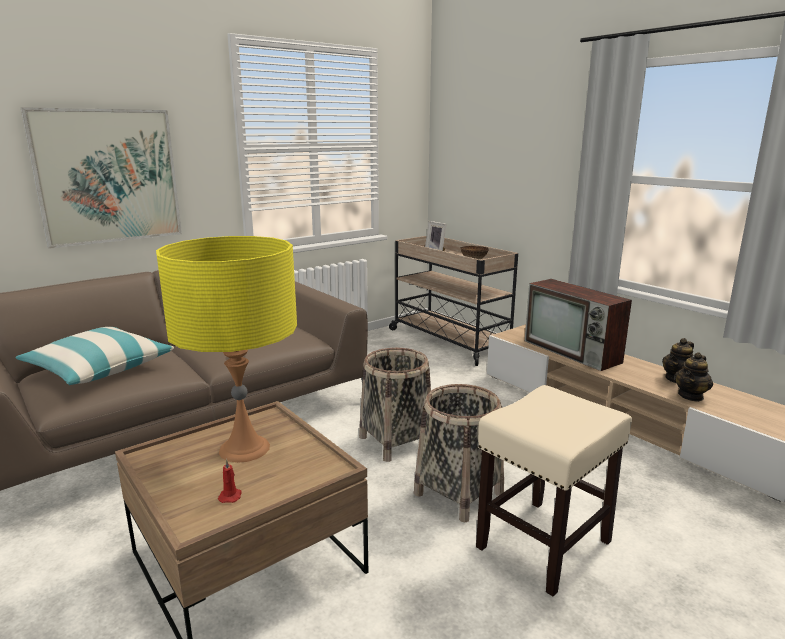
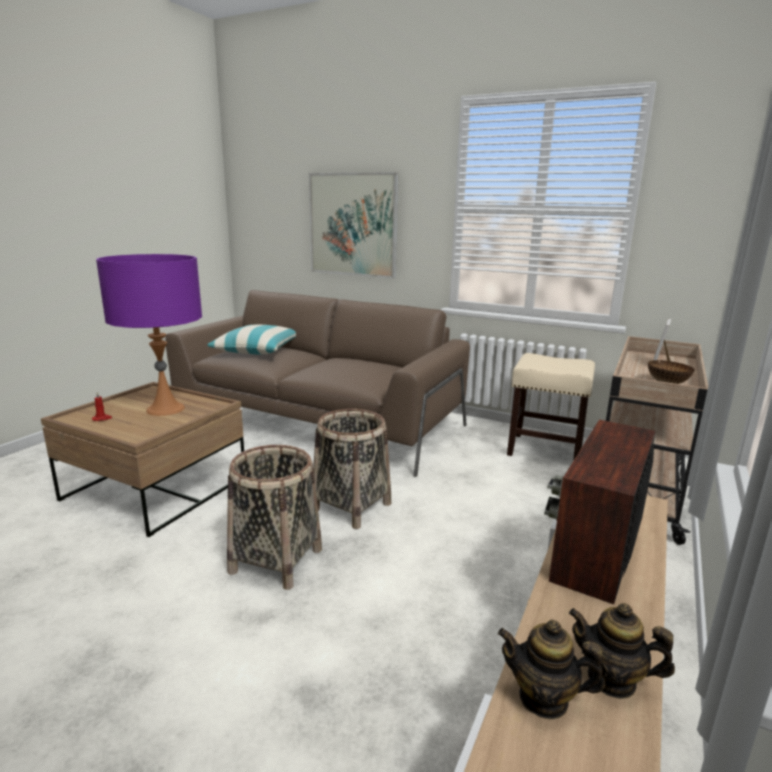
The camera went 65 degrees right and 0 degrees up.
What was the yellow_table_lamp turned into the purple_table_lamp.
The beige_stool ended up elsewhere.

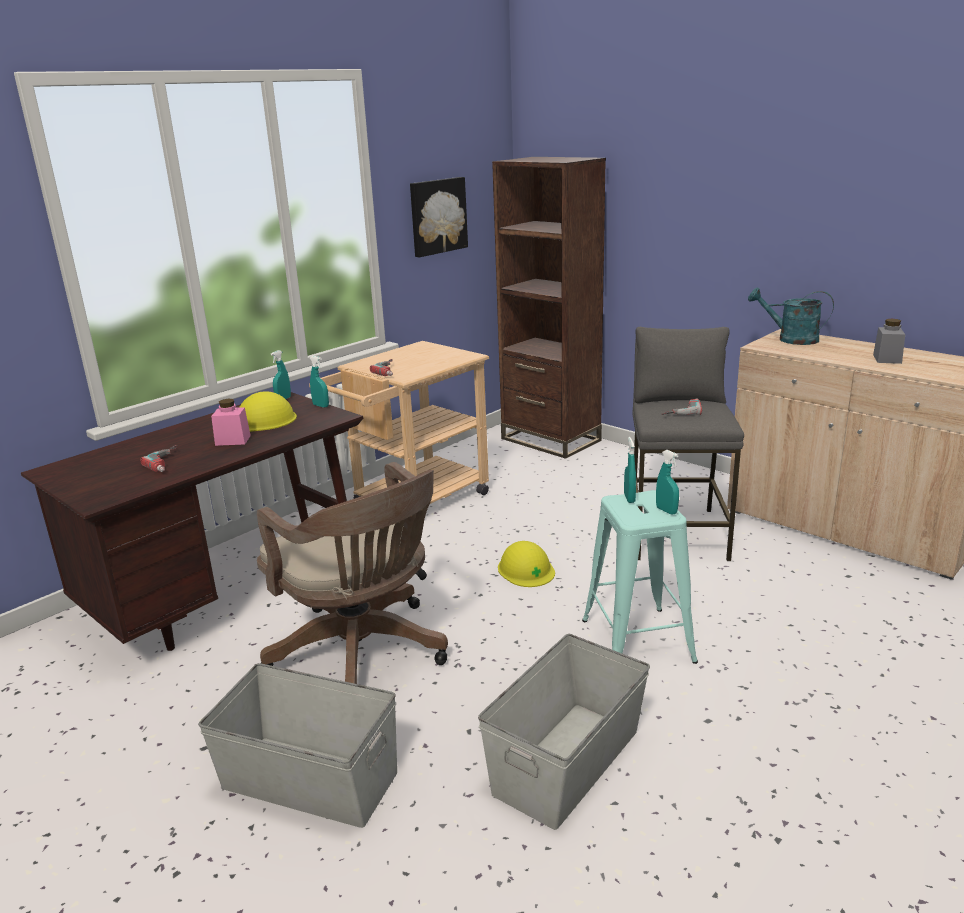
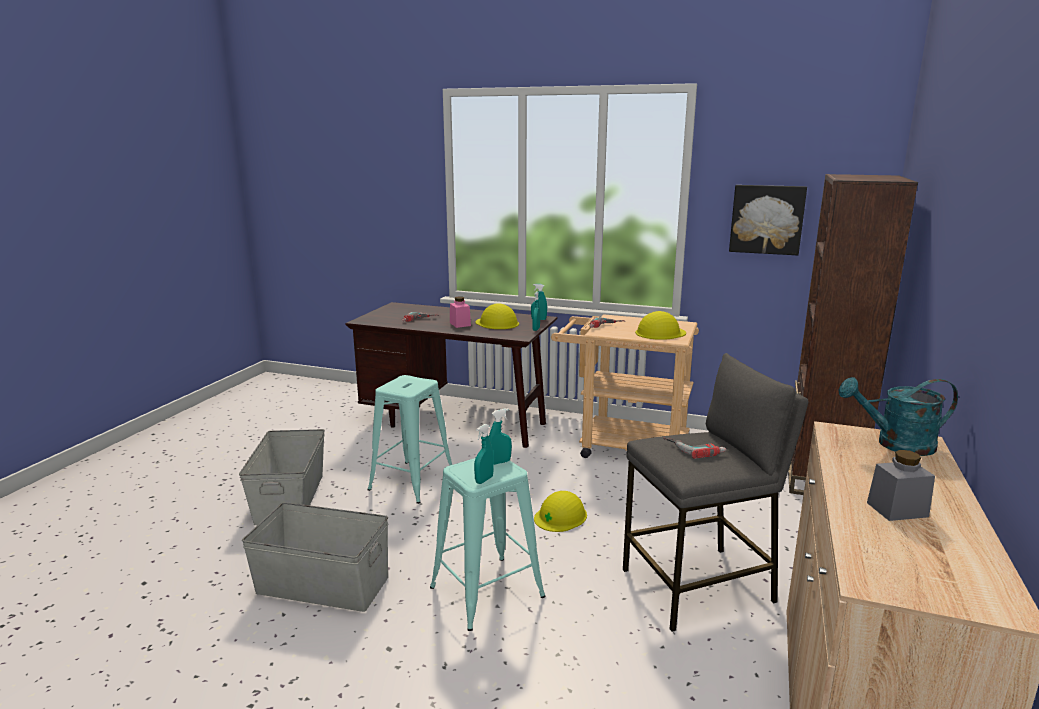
The camera went 65 degrees right and 5 degrees down.
Where the brown_office_chair stood, the turquoise_stool (1st from left) came to stand.
The turquoise_watering_can ended up facing another way, 90 degrees counterclockwise from before.
The second view gained the yellow_hard_hat (3rd from left).

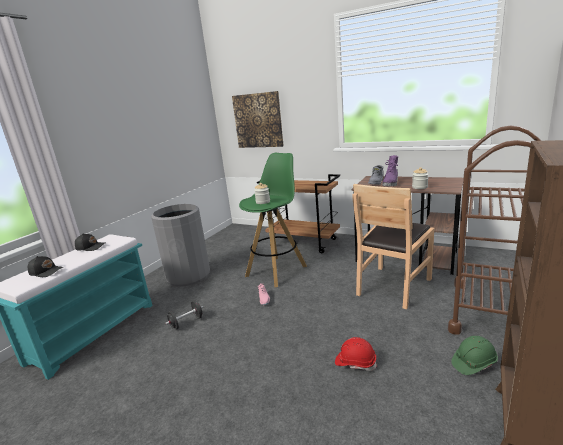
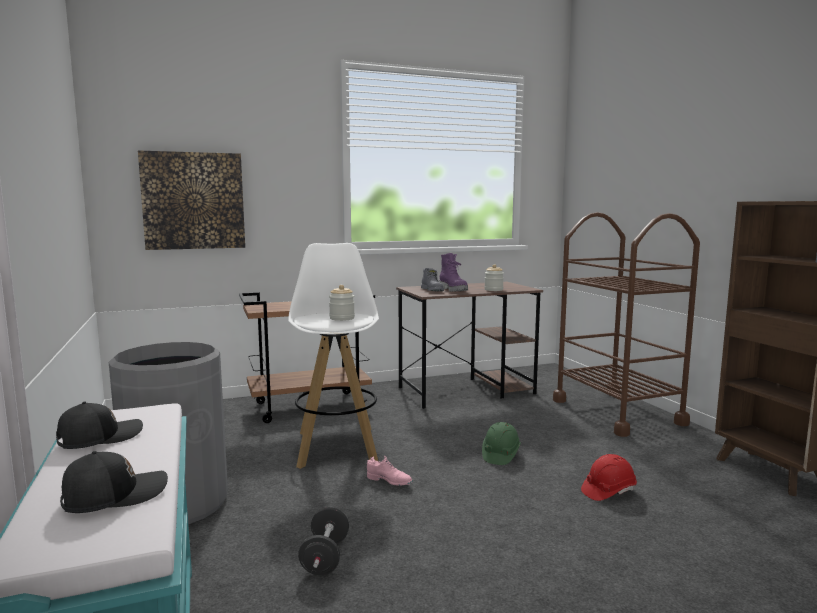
The camera went 50 degrees left and 10 degrees down.
What was the green_stool turned into the white_stool.
The second view lost the brown_chair.
The green_hard_hat ended up elsewhere.

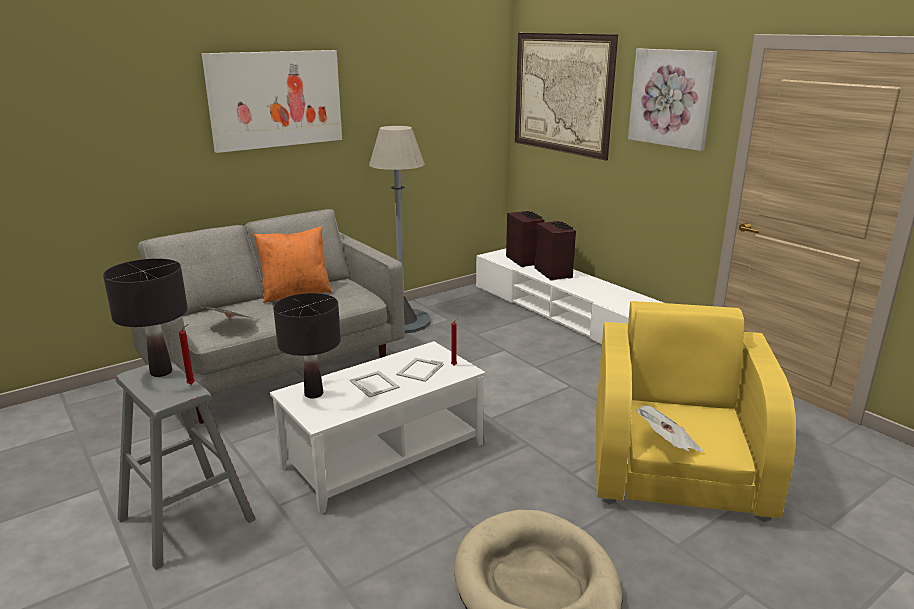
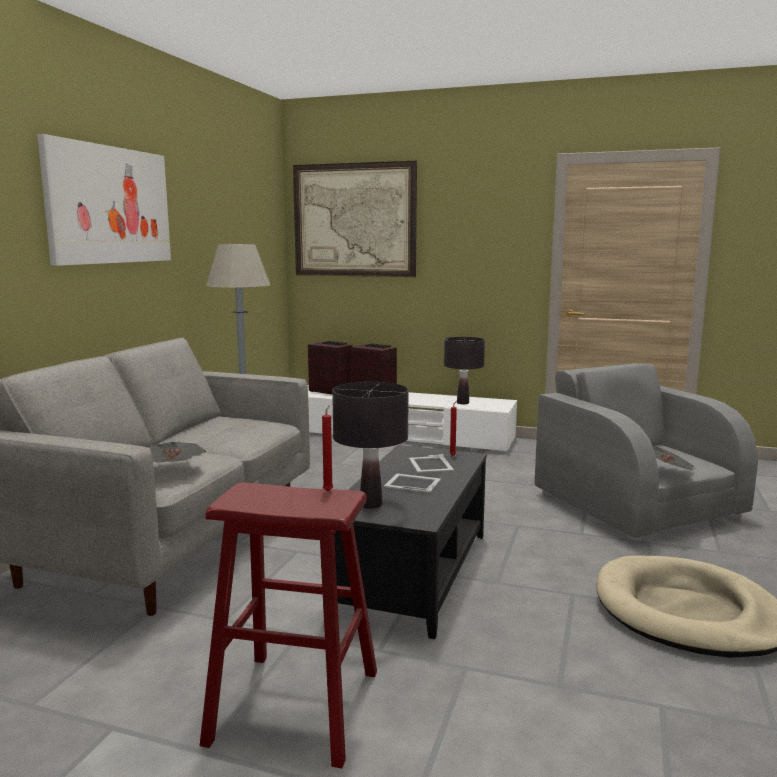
The camera went 35 degrees left and 10 degrees down.
The black_table_lamp (1st from left in the first image) ended up elsewhere.
What was the grey_stool turned into the red_stool.
The second view lost the orange_pillow.
What was the white_coffee_table turned into the black_coffee_table.
What was the yellow_armchair turned into the grey_armchair.
The second view lost the picture (3rd from left).

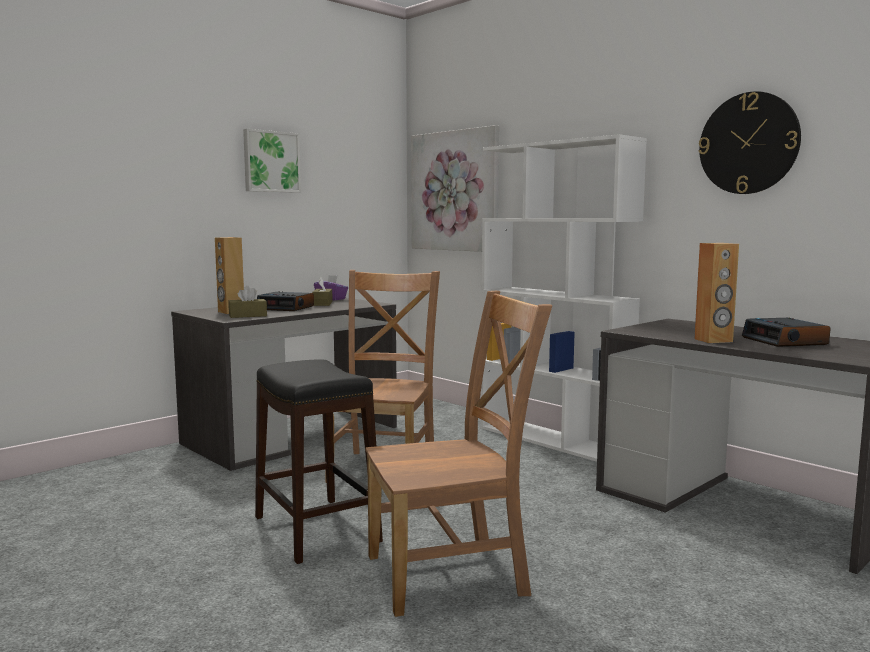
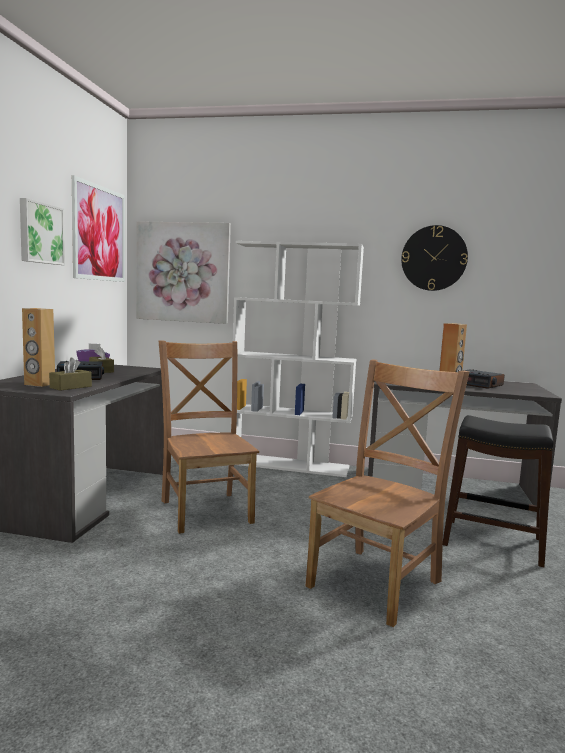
The camera went 35 degrees left and 0 degrees up.
The black_stool ended up elsewhere.
The second view gained the picture (2nd from left).

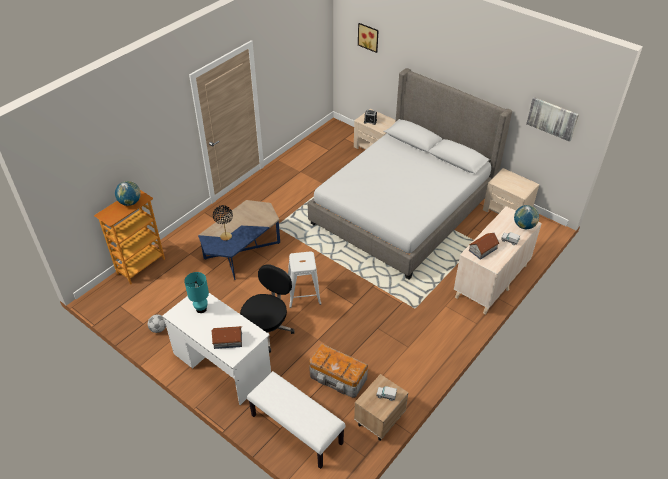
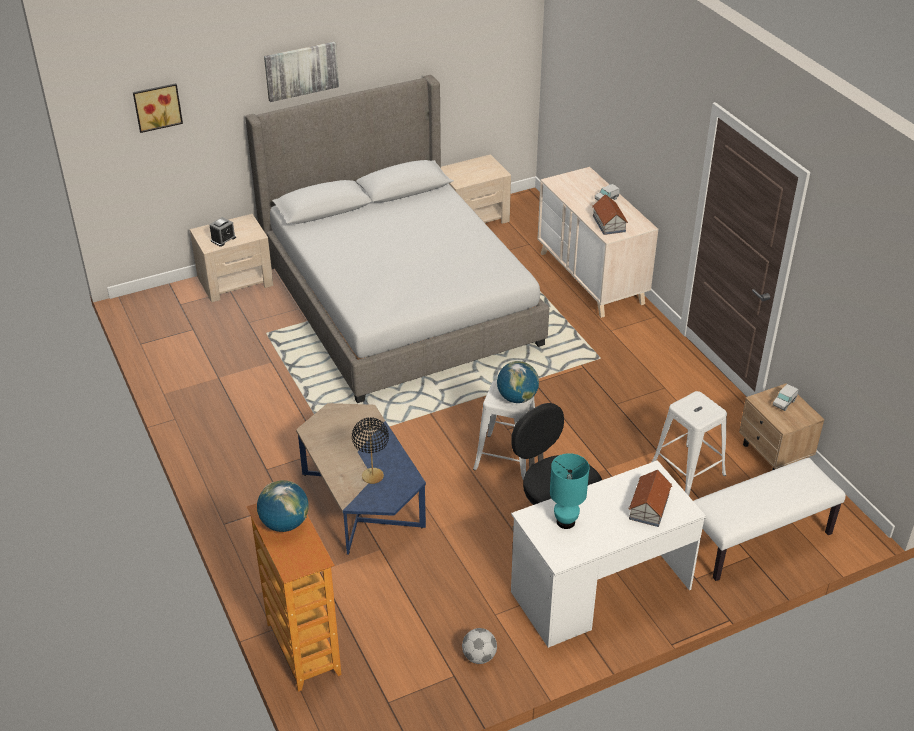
The camera went 65 degrees left and 5 degrees down.
Where the storage_box stood, the white_stool (2nd from left) came to stand.
The globe (2nd from left) ended up elsewhere.
The picture (2nd from left) ended up elsewhere.

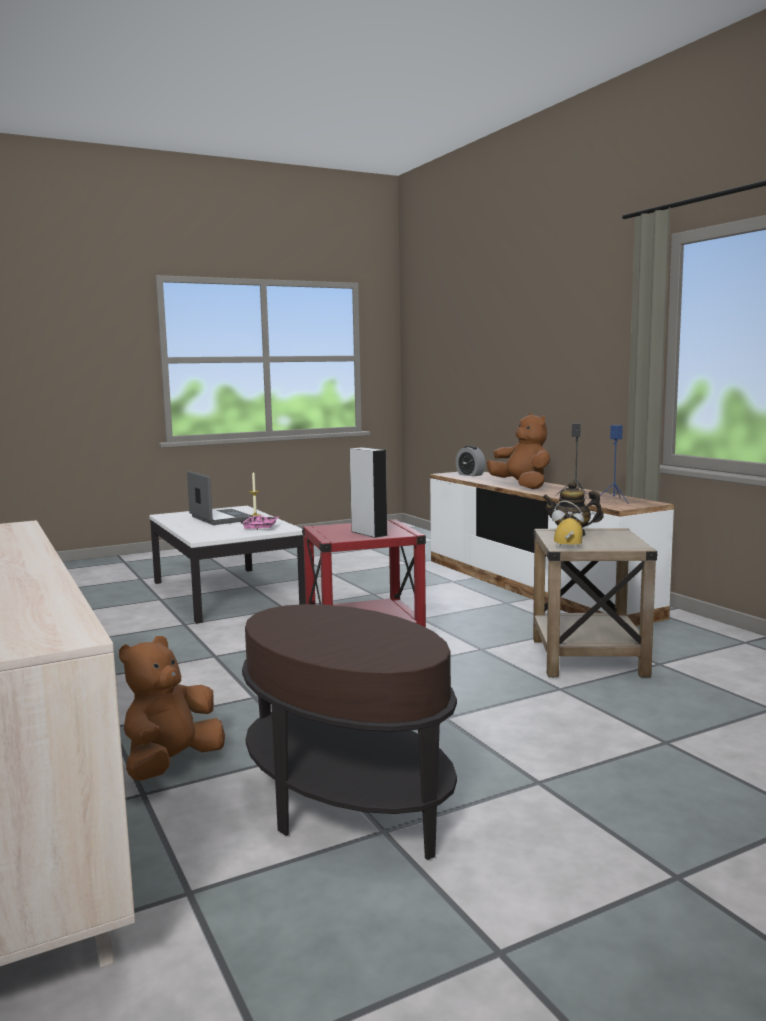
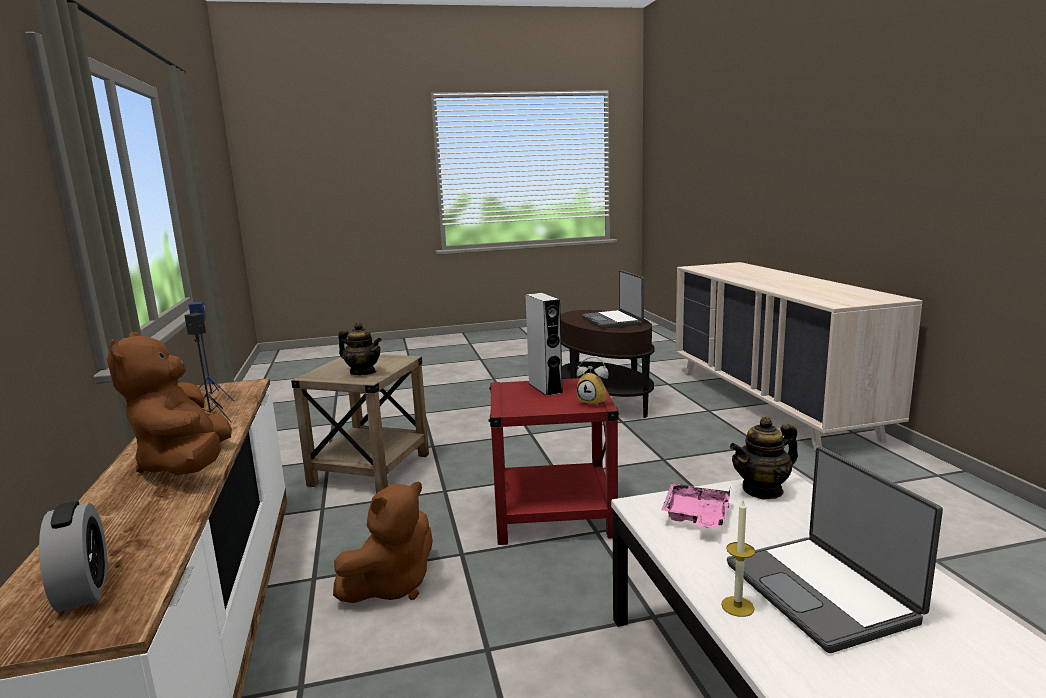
The camera went 165 degrees left and 5 degrees up.
The brown_plush_toy (1st from left in the first image) ended up elsewhere.
The alarm_clock (2nd from left) ended up elsewhere.
The second view gained the laptop (1st from left).
The second view gained the teapot (2nd from left).

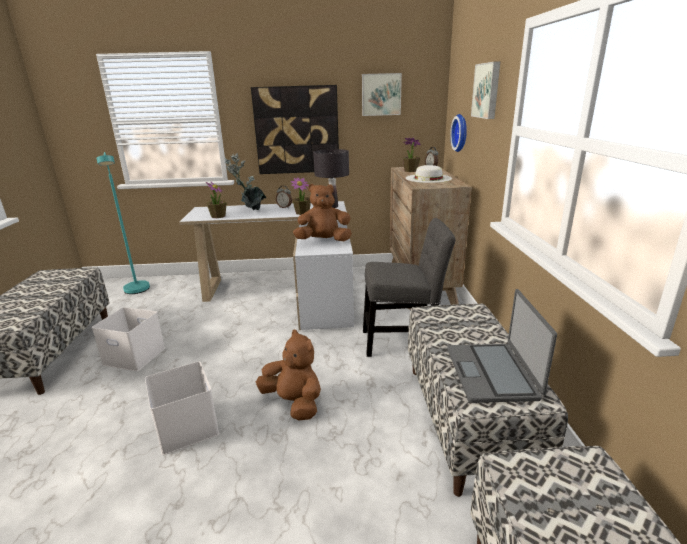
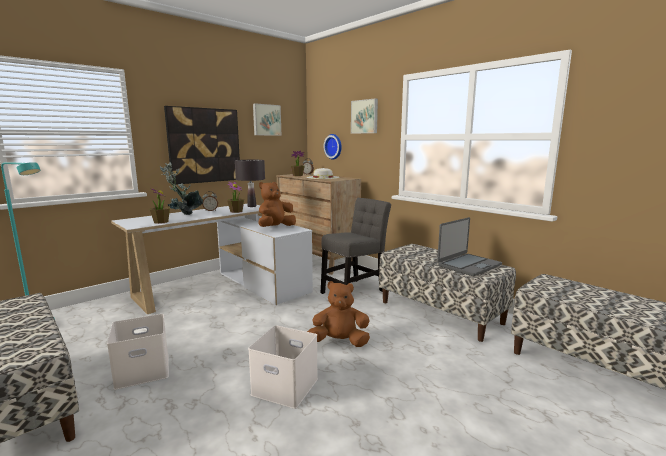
The camera went 40 degrees left and 10 degrees down.
The laptop ended up facing another way, 90 degrees counterclockwise from before.

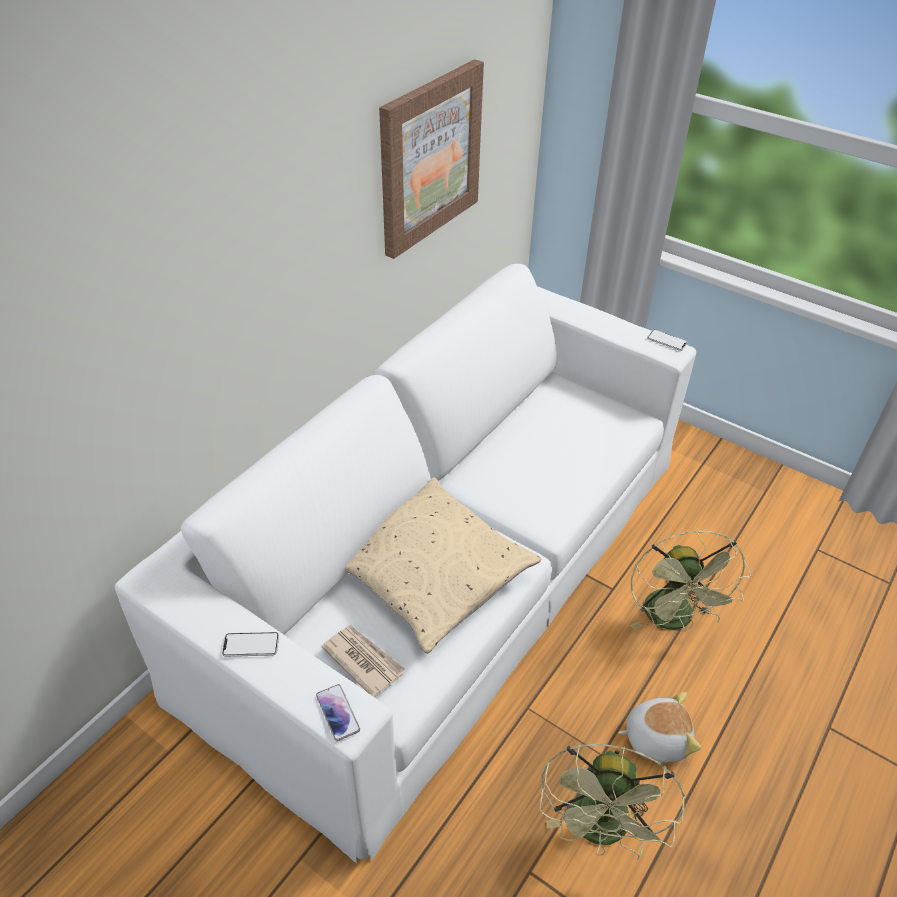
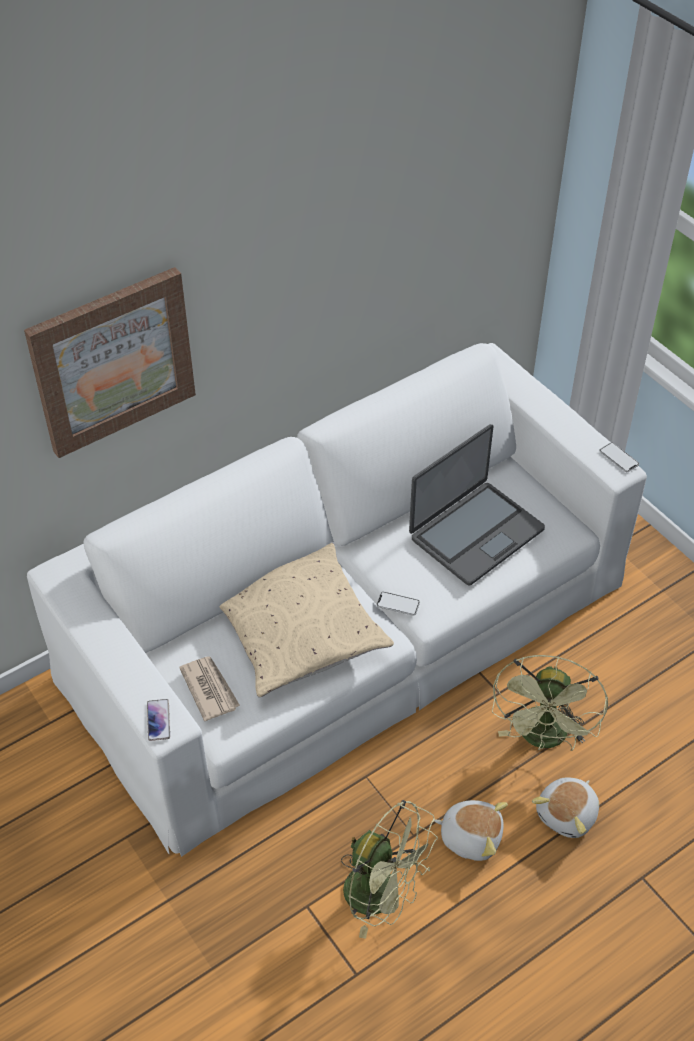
The camera went 20 degrees right and 5 degrees up.
The phone (1st from left in the first image) ended up elsewhere.
The picture ended up elsewhere.
The green_fan (1st from left) ended up facing another way, 90 degrees counterclockwise from before.
The second view gained the laptop.
The second view gained the plush_toy (2nd from left).

